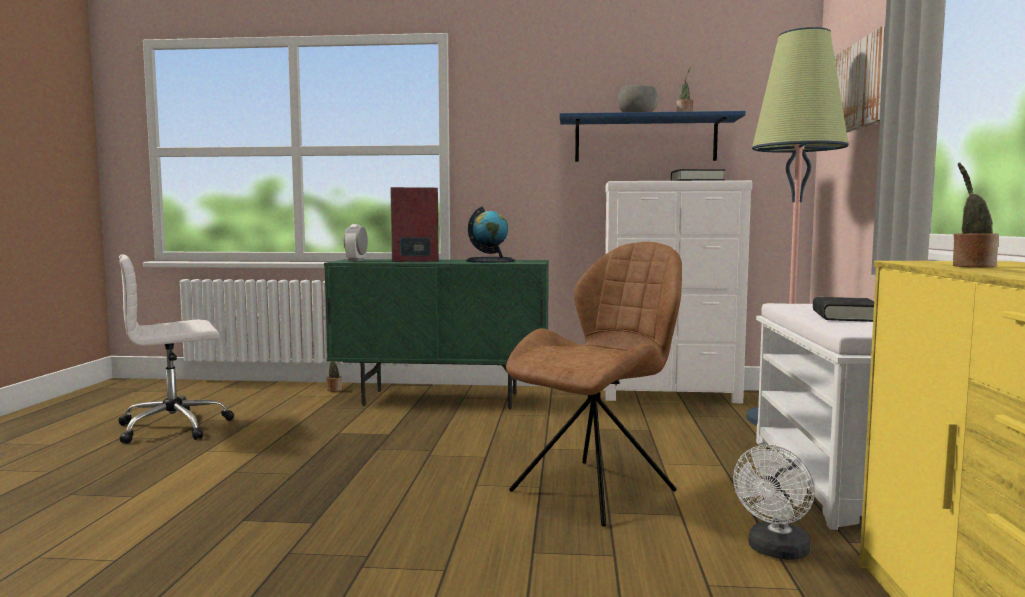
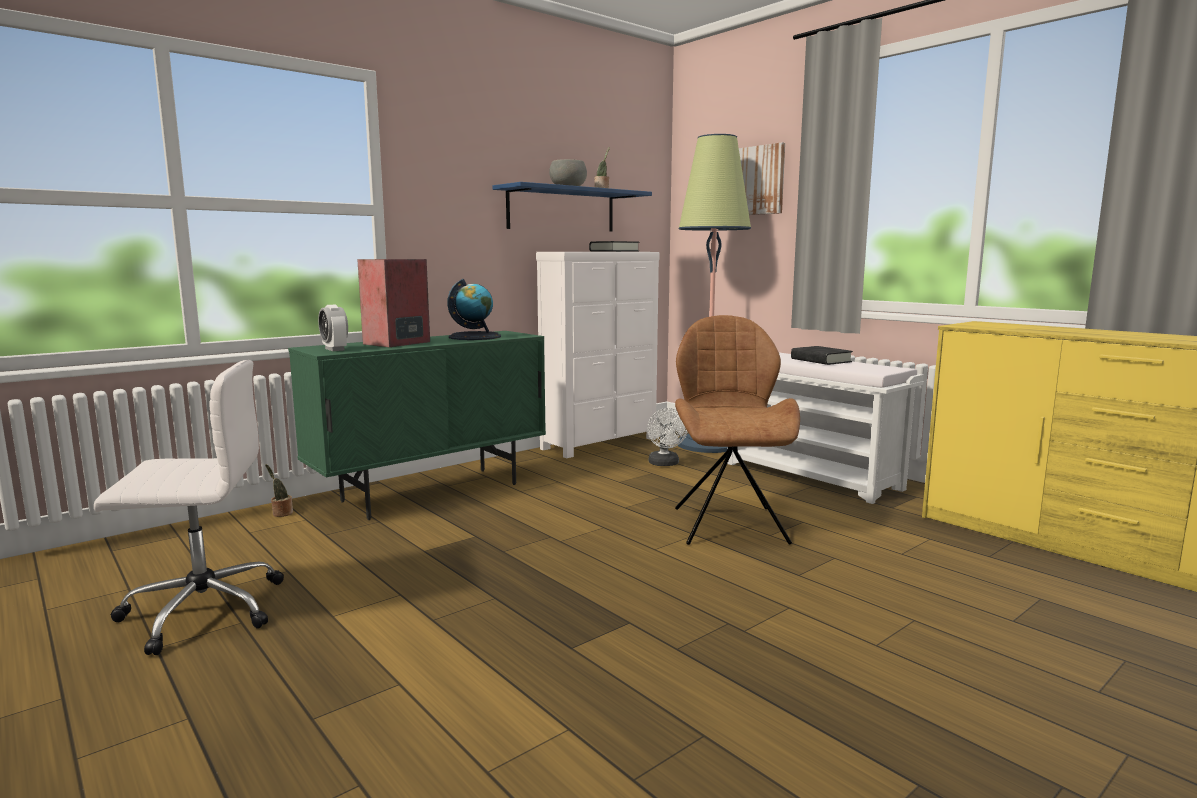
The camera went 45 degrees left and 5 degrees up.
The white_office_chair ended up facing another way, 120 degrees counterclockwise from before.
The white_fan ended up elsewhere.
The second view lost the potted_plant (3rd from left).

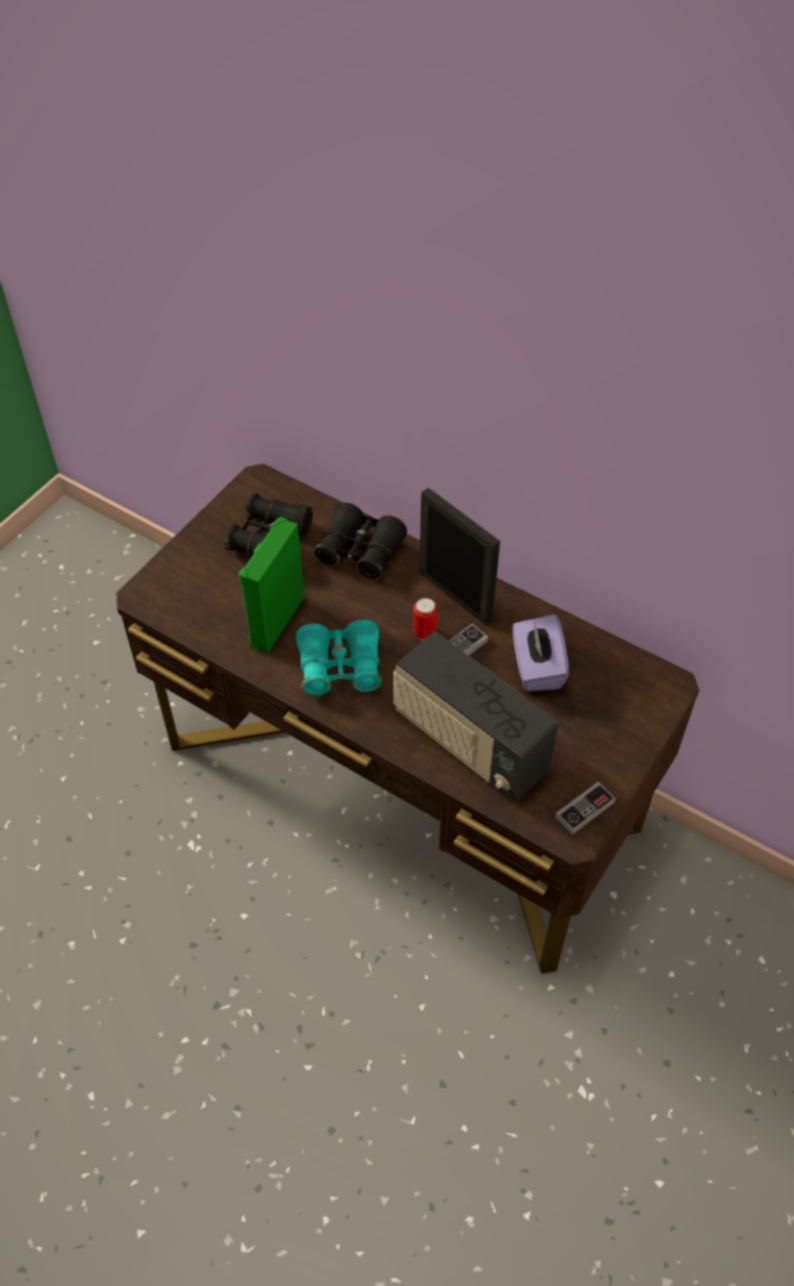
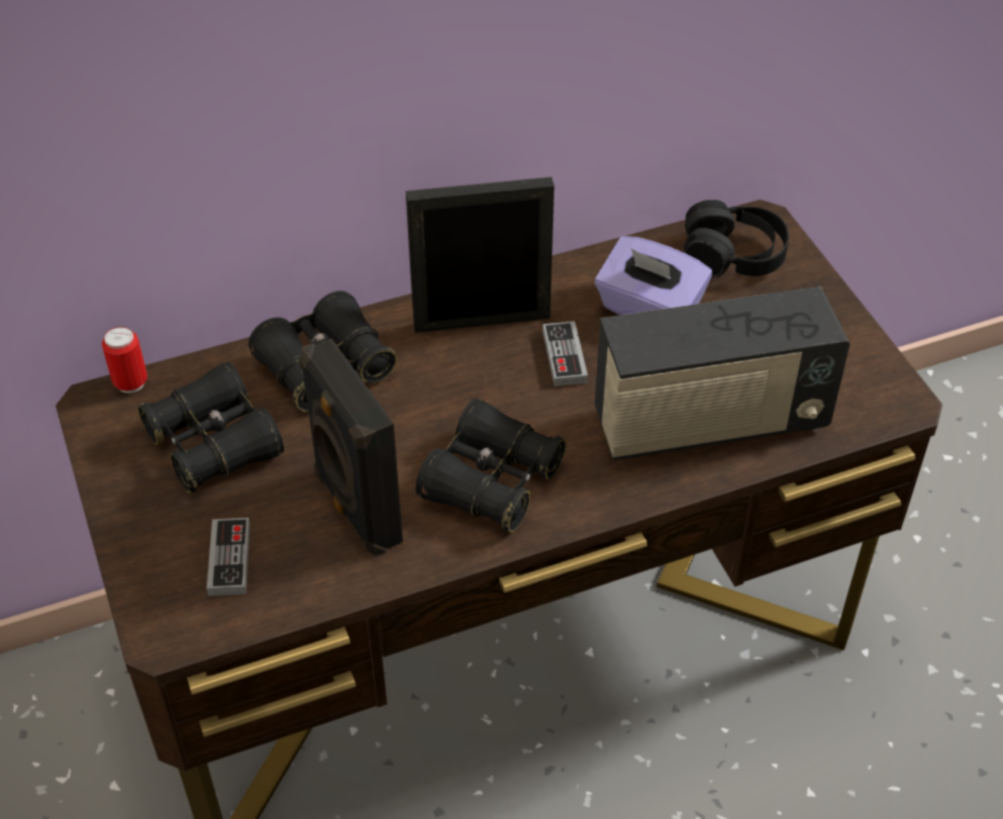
The camera went 55 degrees left and 5 degrees down.
What was the green_speaker turned into the black_speaker.
What was the turquoise_binoculars turned into the black_binoculars (3rd from left).
The can ended up elsewhere.
The game_controller (2nd from left in the first image) ended up elsewhere.
The second view gained the black_headphones.

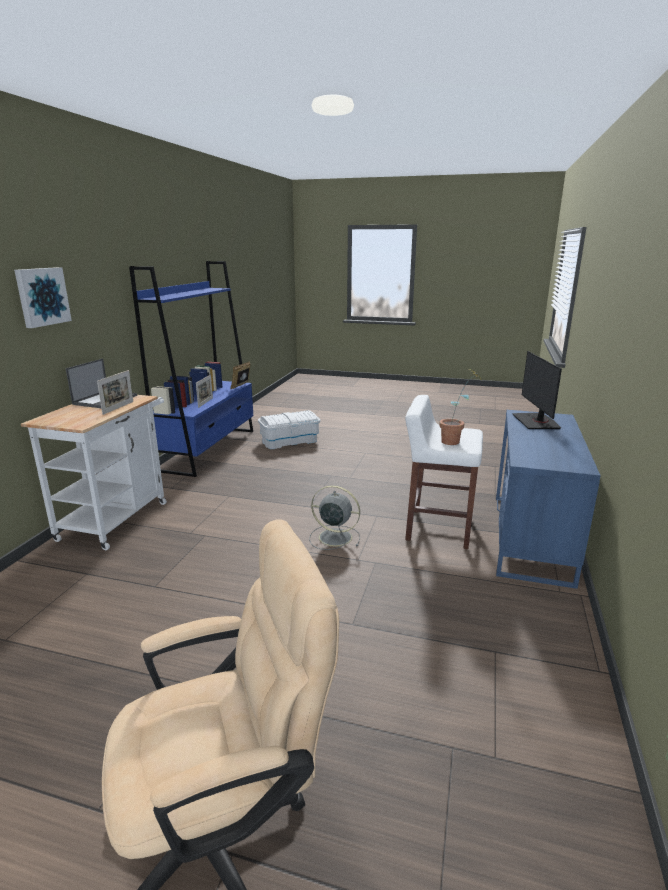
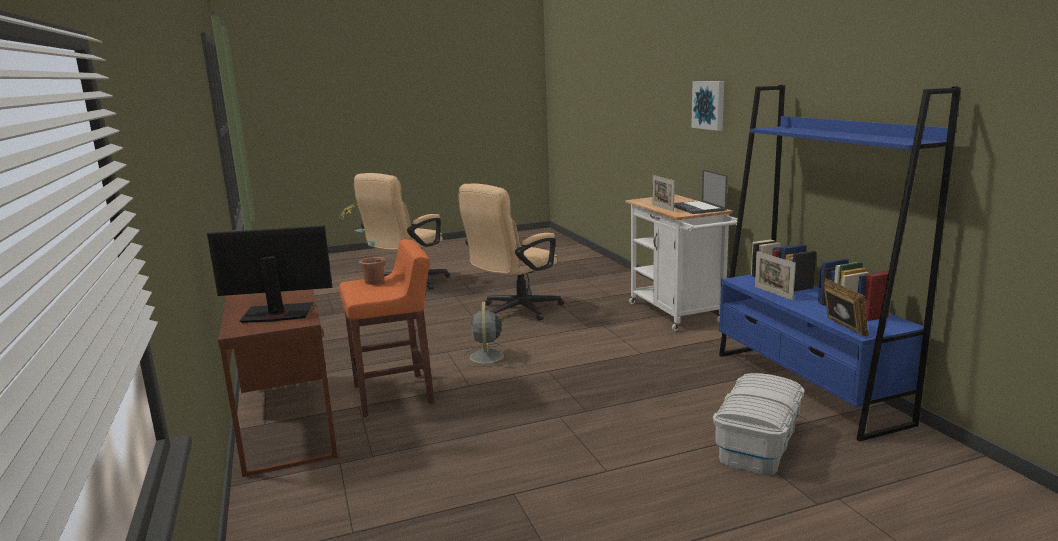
The camera went 145 degrees right and 5 degrees down.
The grey_fan ended up facing another way, 105 degrees clockwise from before.
What was the white_stool turned into the orange_stool.
What was the blue_desk turned into the brown_desk.
The monitor ended up facing another way, 60 degrees counterclockwise from before.
The second view gained the beige_office_chair (2nd from left).

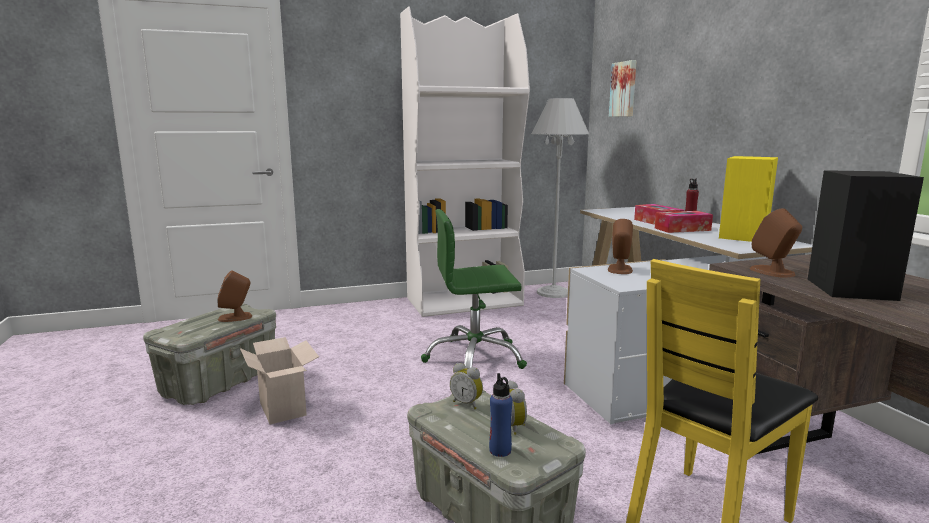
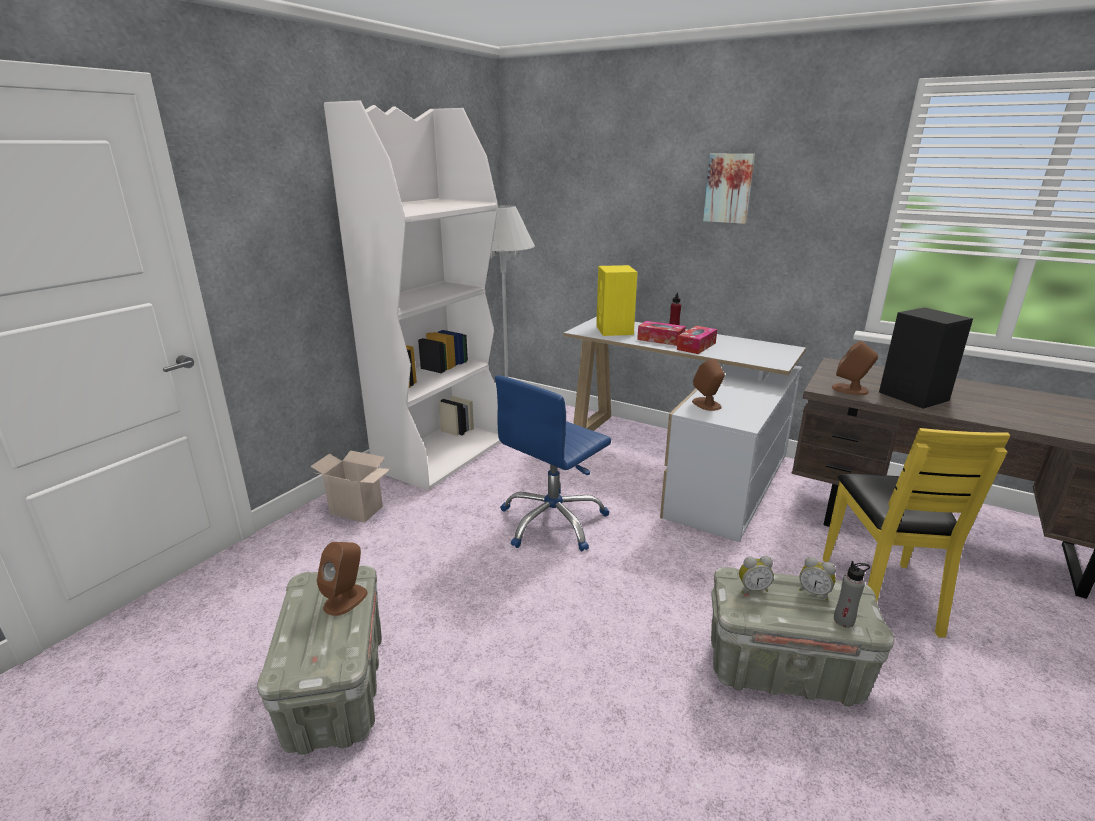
The camera went 40 degrees left and 10 degrees up.
The cardboard_box ended up elsewhere.
What was the green_office_chair turned into the blue_office_chair.
What was the blue_bottle turned into the grey_bottle.
The picture ended up elsewhere.
The yellow_speaker ended up elsewhere.

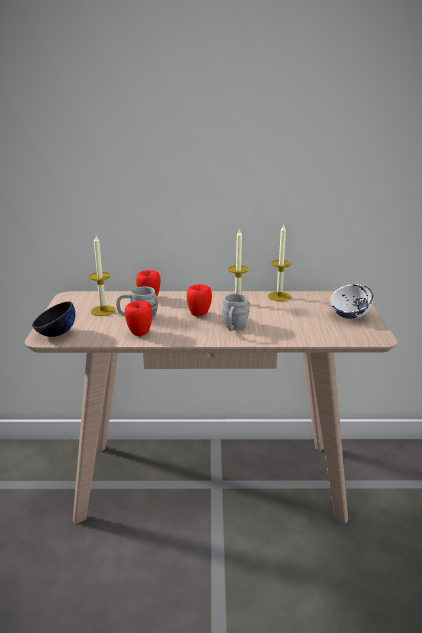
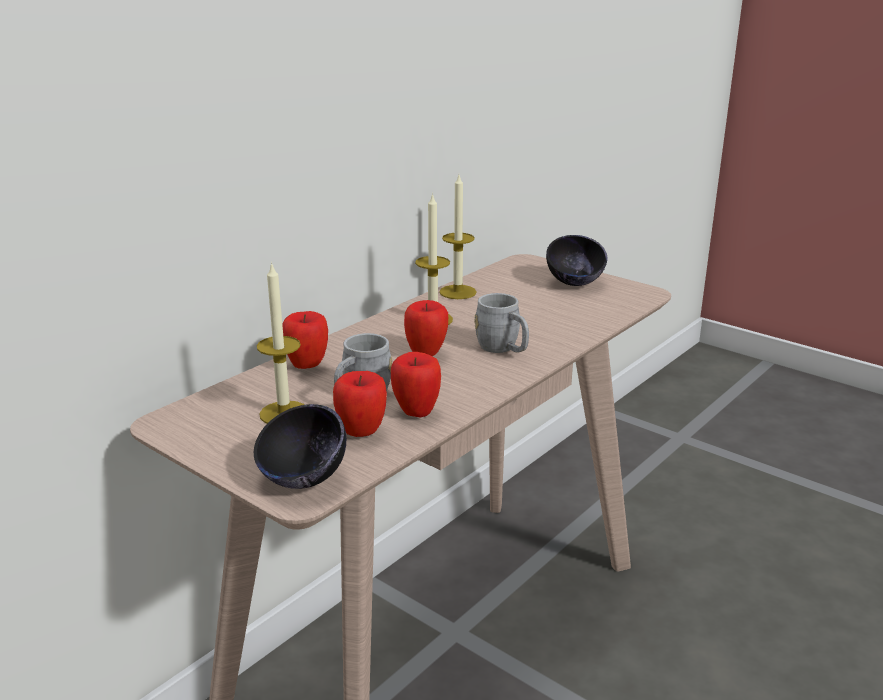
The camera went 50 degrees left and 0 degrees up.
What was the white_bowl turned into the black_bowl (2nd from left).
The second view gained the apple (2nd from left).

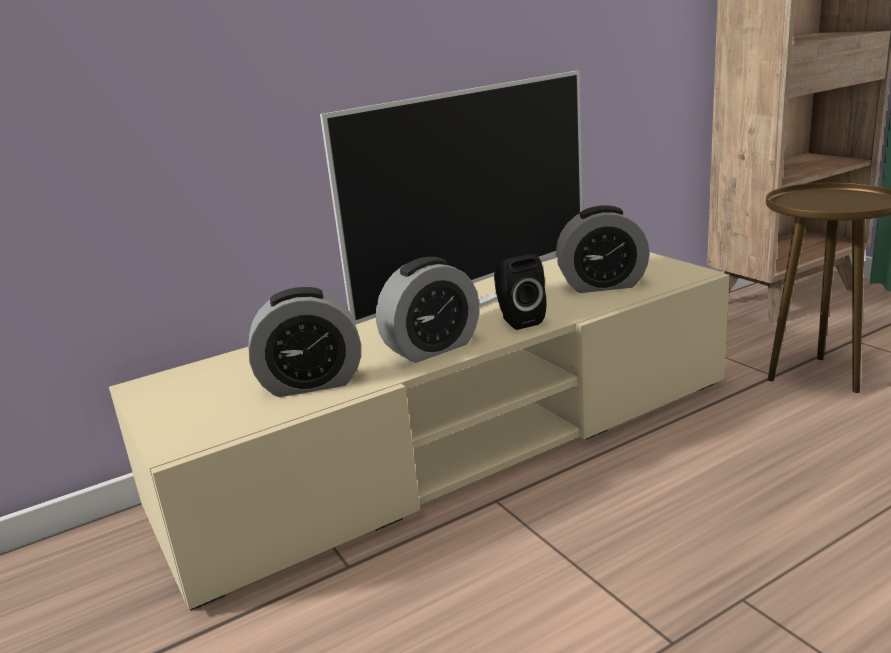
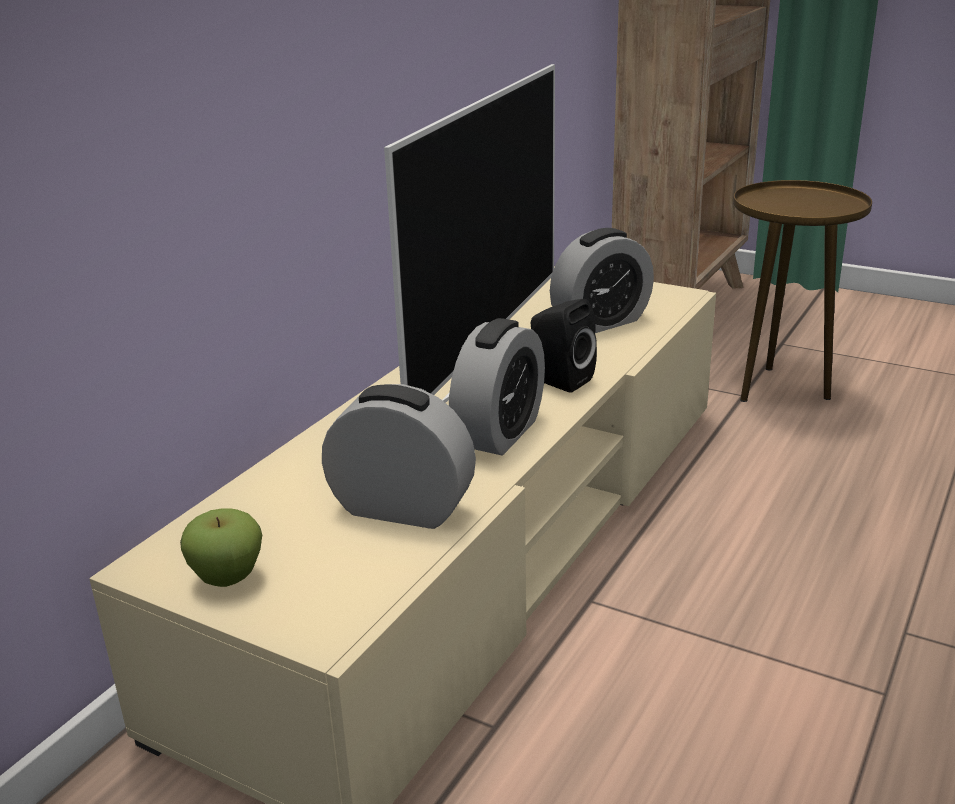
The camera went 30 degrees left and 5 degrees up.
The alarm_clock (1st from left) ended up facing another way, 120 degrees counterclockwise from before.
The second view gained the apple.

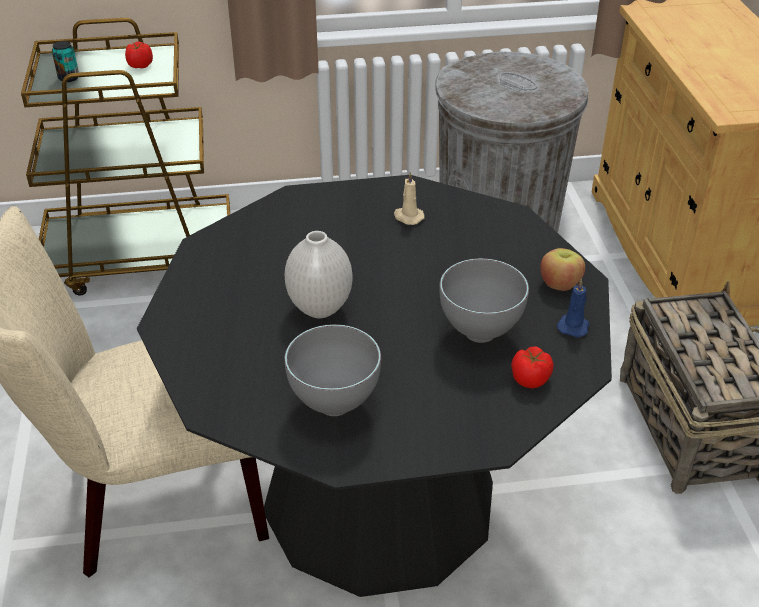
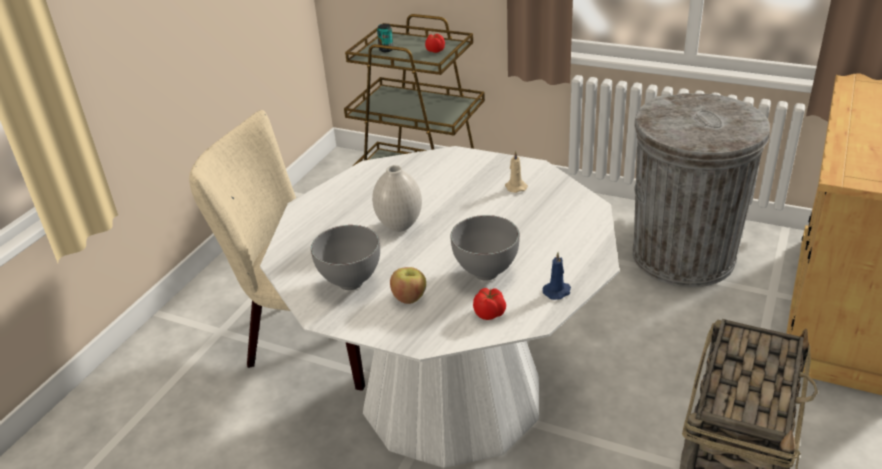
The camera went 35 degrees right and 5 degrees down.
What was the black_dining_table turned into the white_dining_table.
The apple ended up elsewhere.

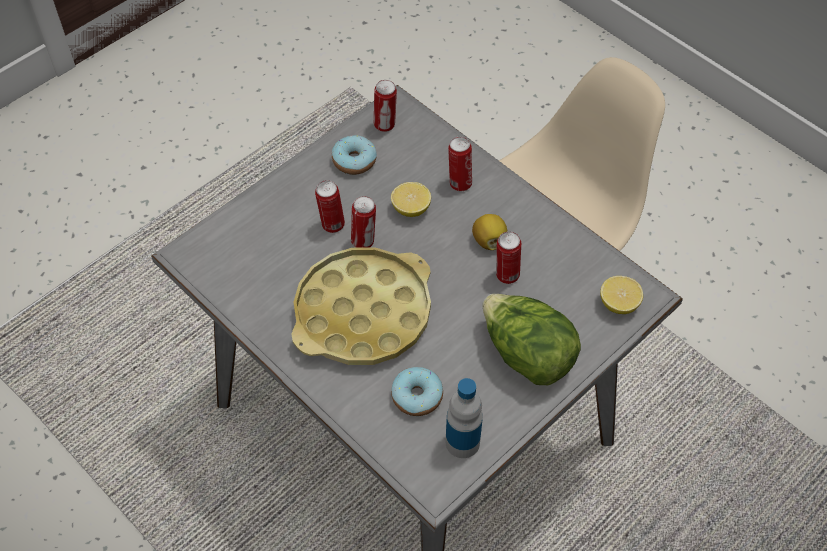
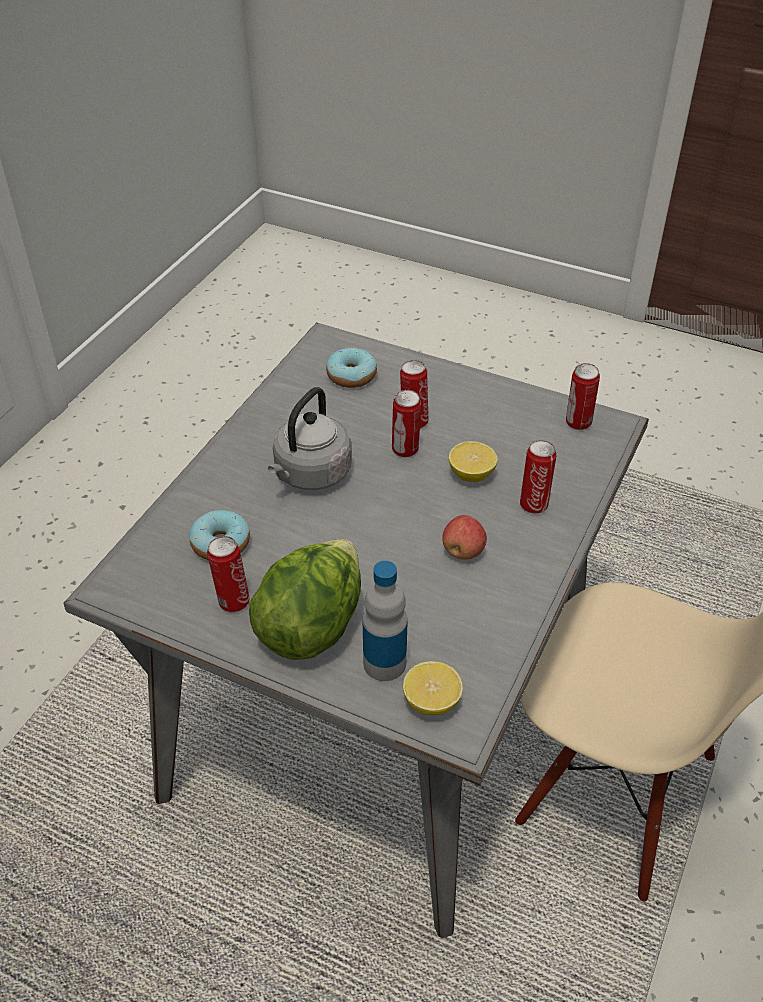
The camera went 70 degrees right and 10 degrees down.
Where the yellow_tray stood, the grey_kettle came to stand.
The donut (1st from left in the first image) ended up elsewhere.
The bottle ended up elsewhere.
Where the lemon (2nd from left) stood, the apple came to stand.
The can (5th from left in the first image) ended up elsewhere.

